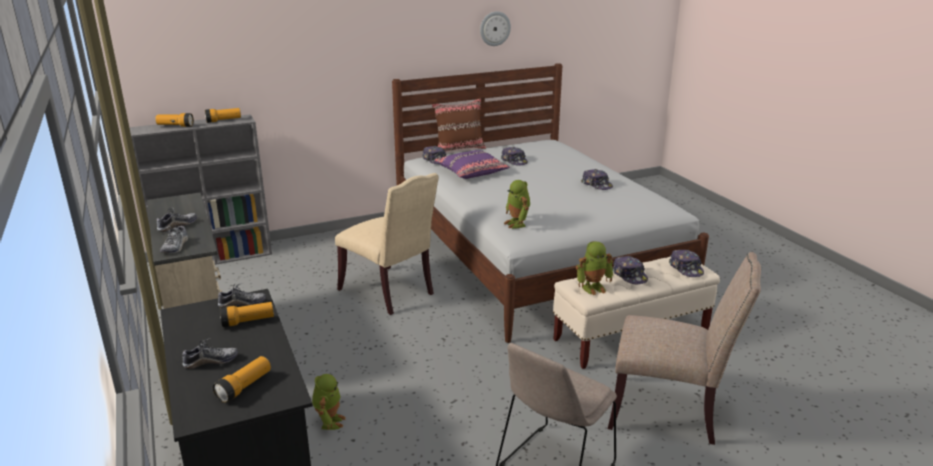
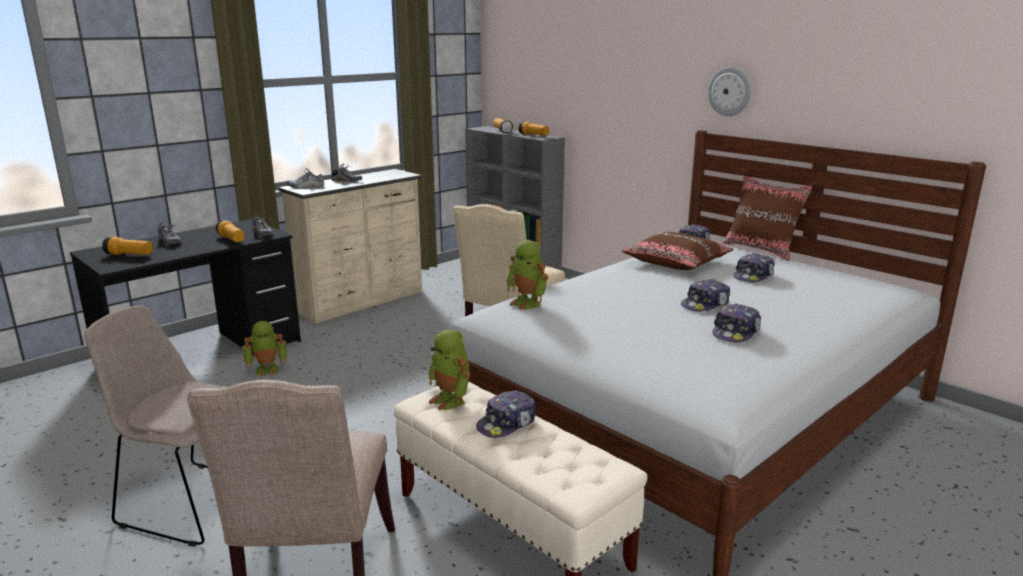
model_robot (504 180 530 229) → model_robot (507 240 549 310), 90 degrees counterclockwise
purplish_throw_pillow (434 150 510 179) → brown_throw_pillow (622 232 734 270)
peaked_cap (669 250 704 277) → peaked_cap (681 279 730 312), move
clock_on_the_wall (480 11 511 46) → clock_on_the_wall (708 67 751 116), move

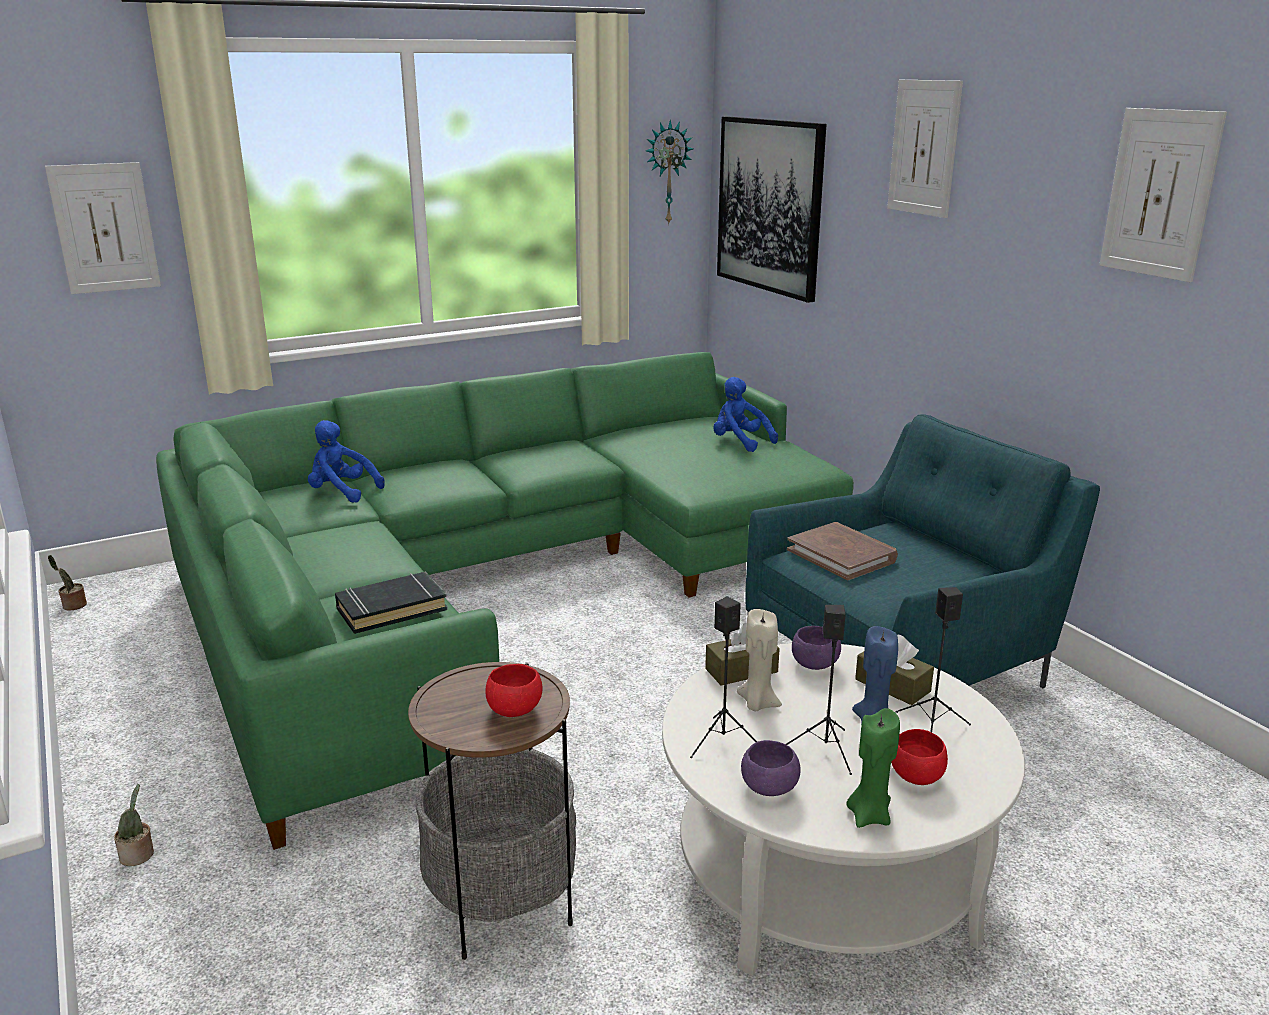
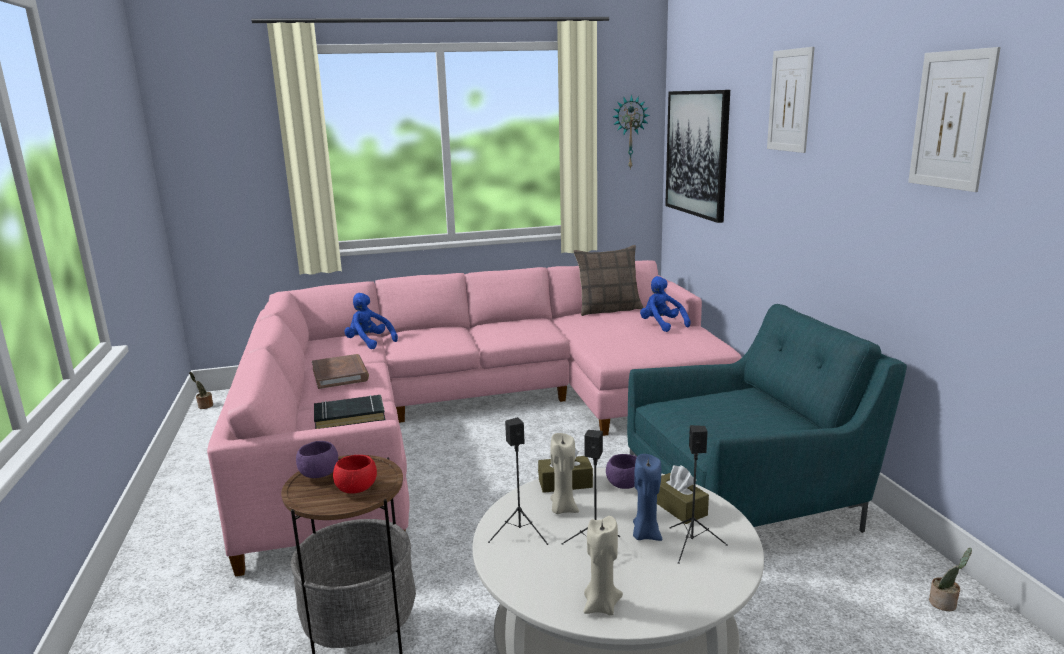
greenish_settee (156 352 854 850) → pinkish_settee (207 260 741 577)
purplish_deep_dish (741 740 801 796) → purplish_deep_dish (296 441 338 478), move
brown_bound_book (787 522 898 580) → brown_bound_book (312 354 369 389), move
- → throw_pillow (574 245 643 316)
greenish_wax_light (846 708 900 828) → sand-coloured_wax_light (583 516 623 616)
plant_in_a_pot (114 784 154 866) → plant_in_a_pot (929 548 972 611), move
wall_art (45 162 161 294) → -
red-coloured_deep_dish (891 729 948 785) → -

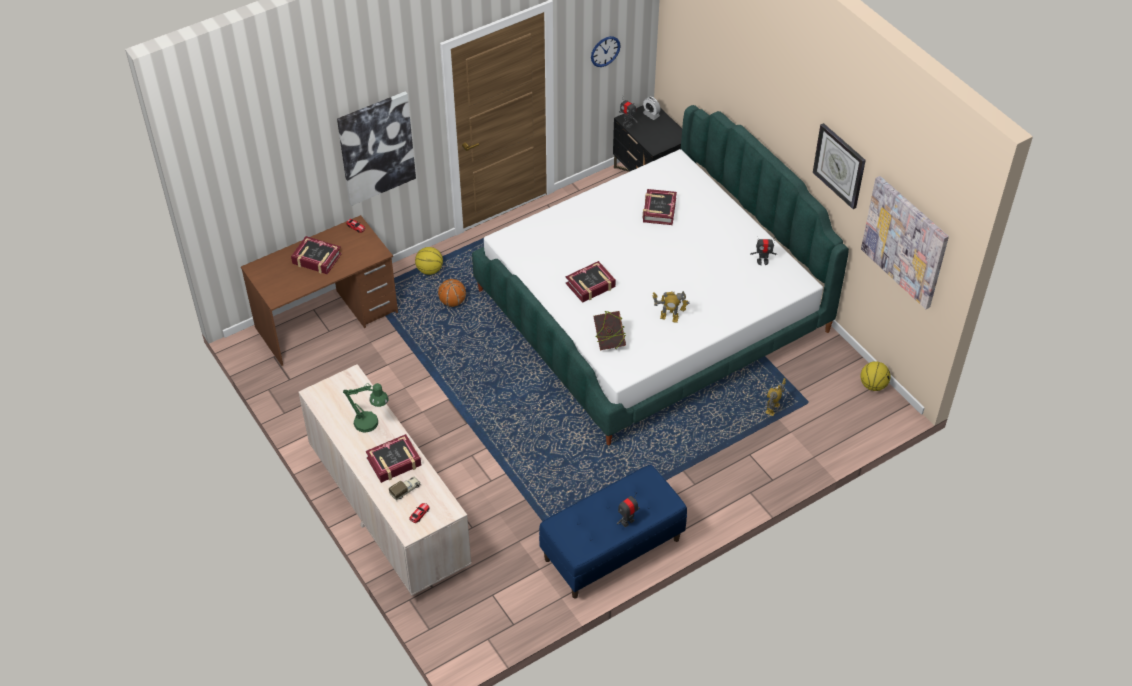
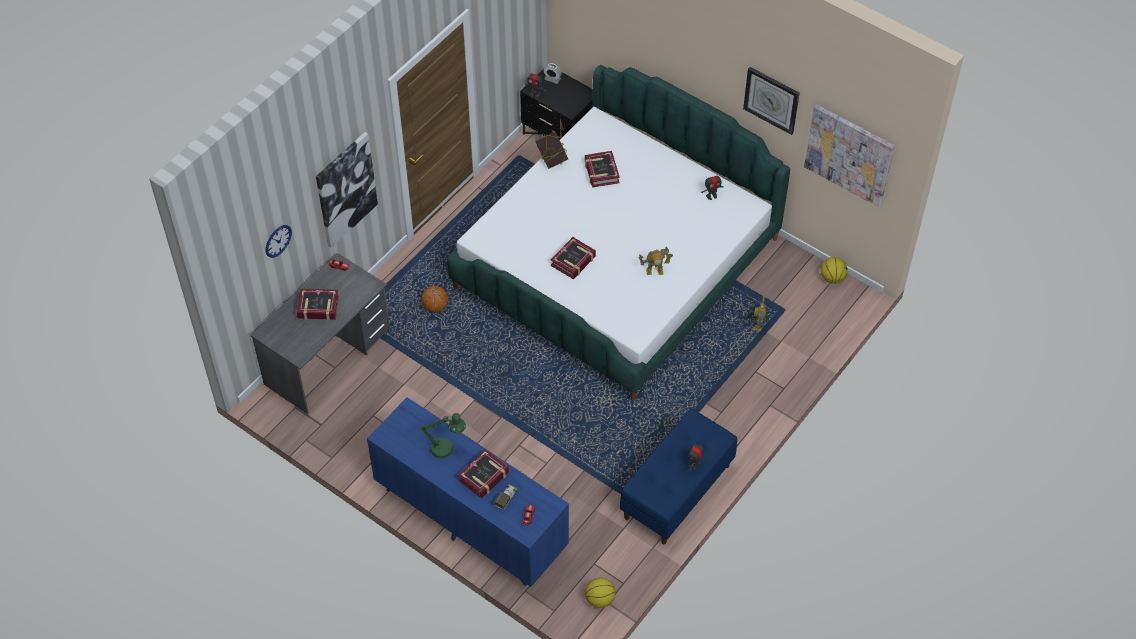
brown_desk (241 215 398 366) → grey_desk (251 253 391 414)
clock_on_the_wall (591 36 621 67) → clock_on_the_wall (265 225 292 258), move
sand-coloured_drawer_chest (299 364 471 596) → blue-coloured_drawer_chest (367 397 569 587)
bound_book (593 311 626 350) → bound_book (535 132 568 169), move
basketball (415 247 443 275) → basketball (585 578 615 608), move

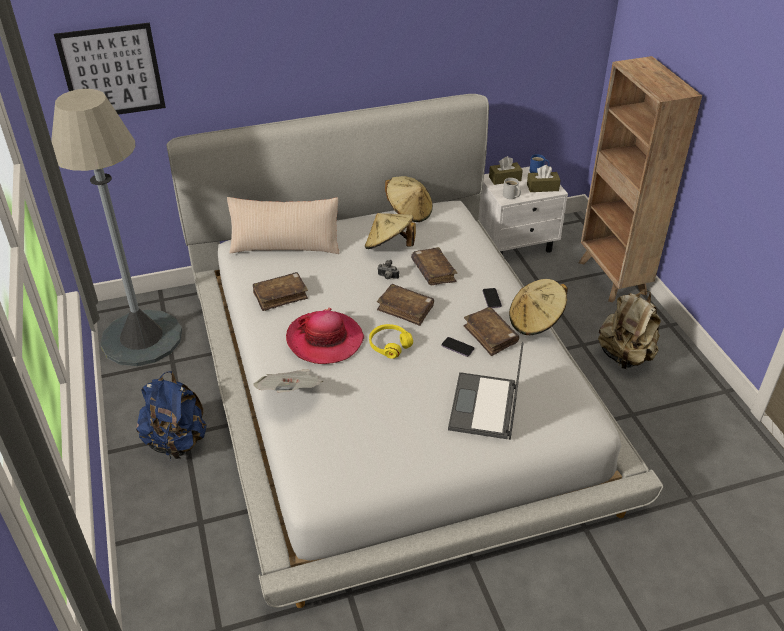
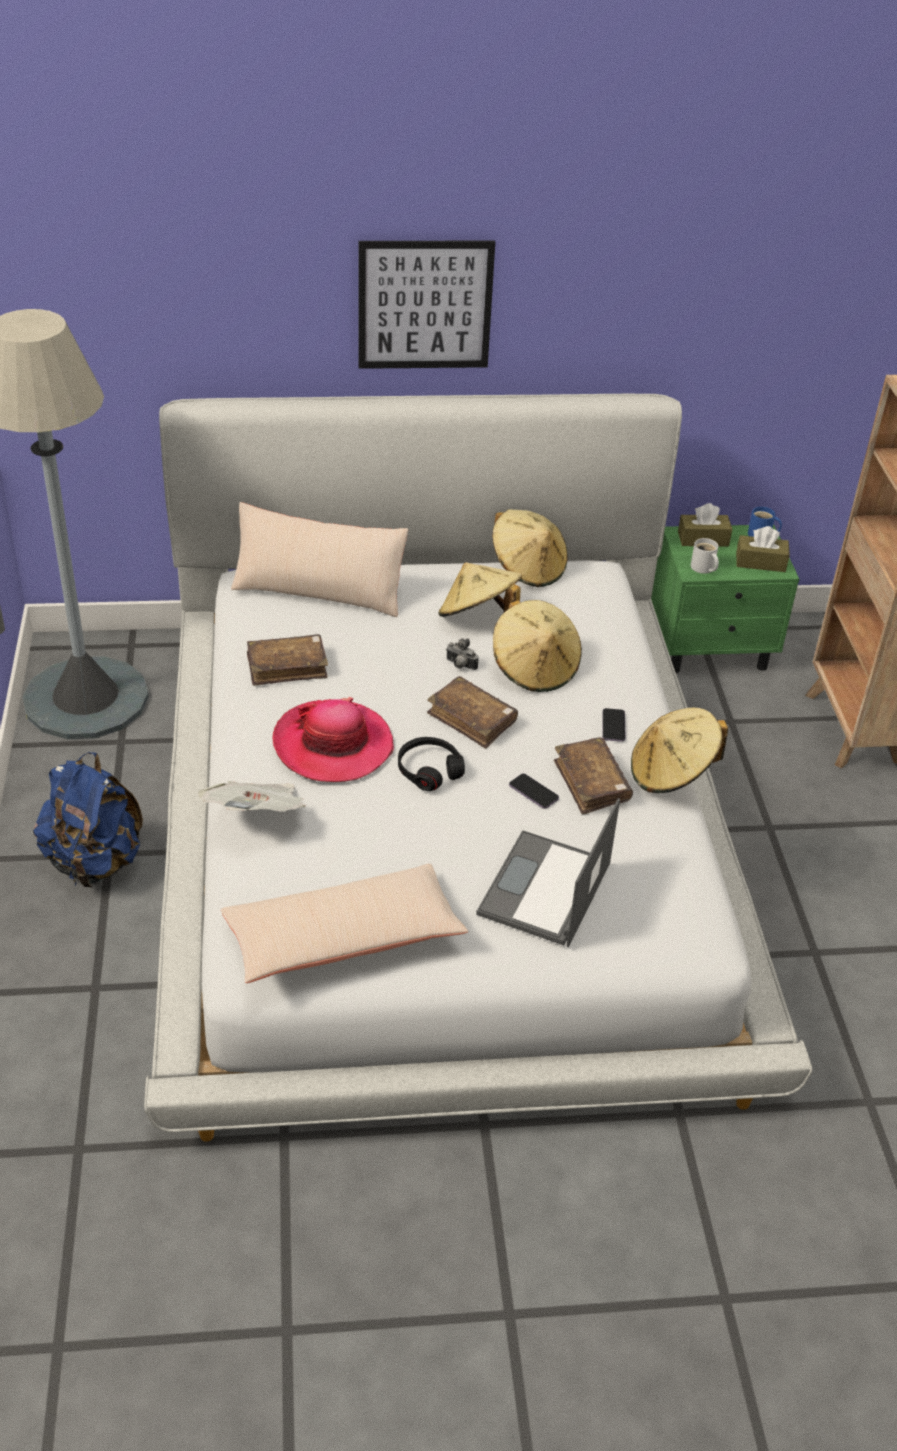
- → sand-coloured_throw_pillow (221 864 468 983)
wall_art (54 23 166 115) → wall_art (358 241 495 369), move
yellow-coloured_pair_of_headphones (369 324 413 359) → blackish_pair_of_headphones (398 737 465 791)
brown_bound_book (411 247 457 285) → sand-coloured_hat (493 600 582 692)
white-coloured_night_table (479 166 568 255) → greenish_night_table (651 524 799 673)
sand-coloured_rucksack (598 291 661 369) → -

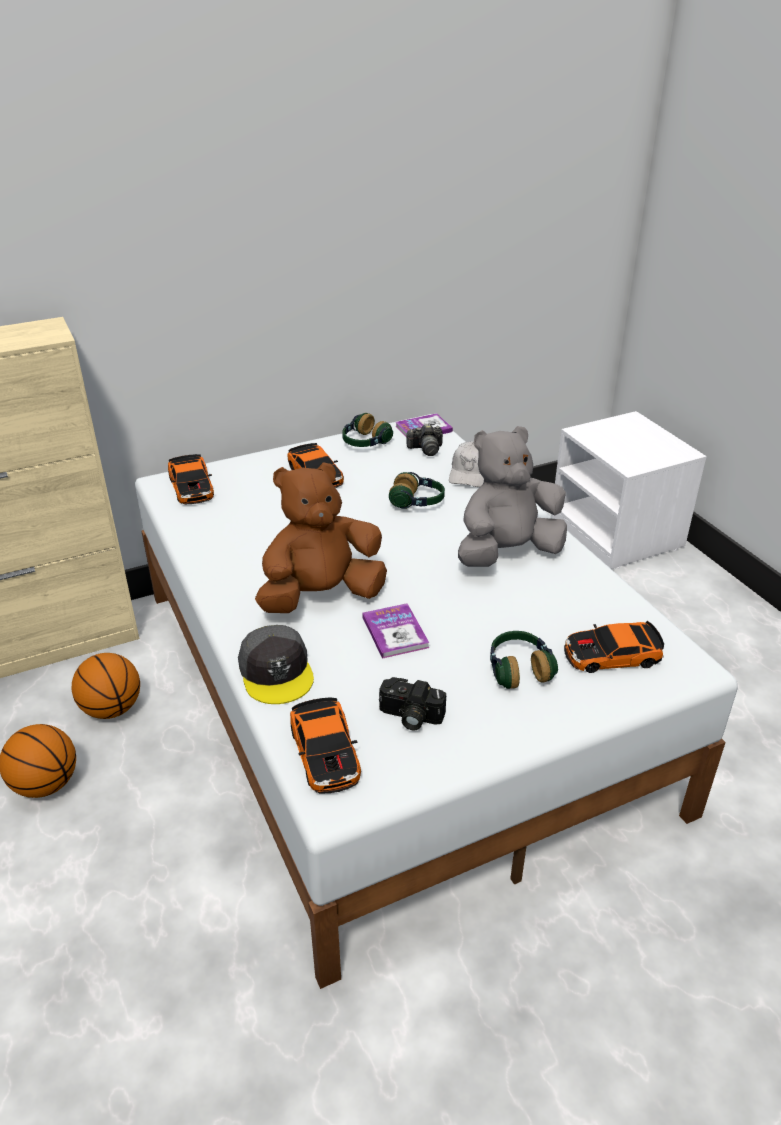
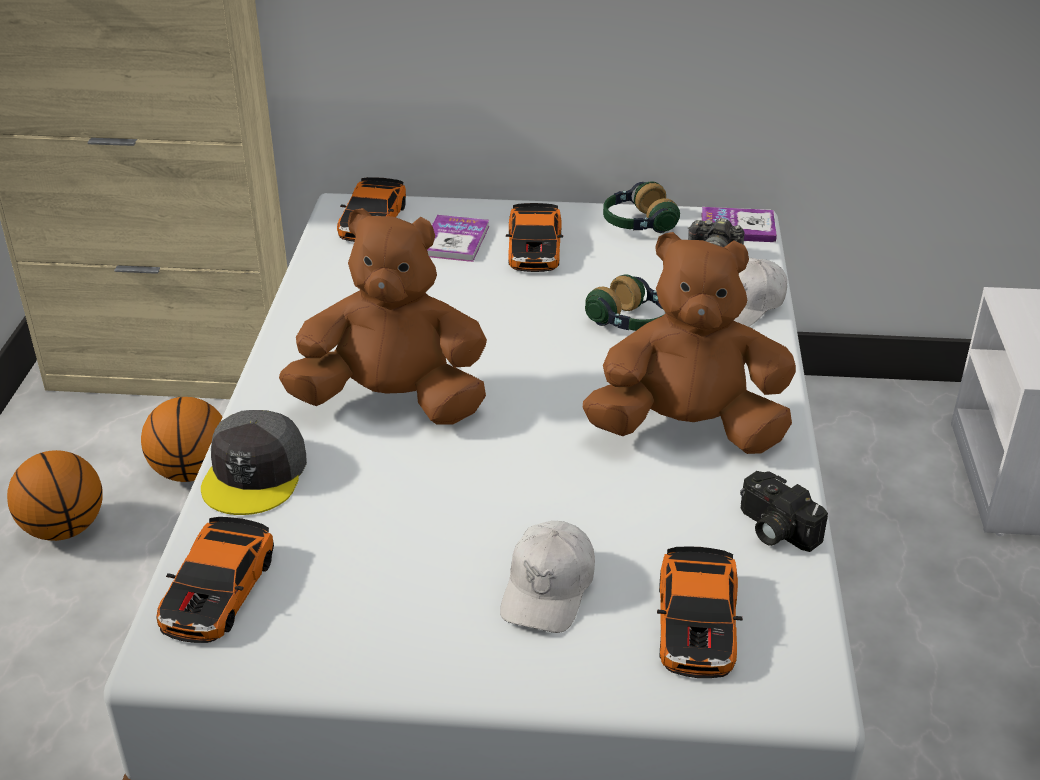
bound_book (362 603 429 659) → bound_book (427 215 489 262), move
pair_of_headphones (490 631 558 689) → white-coloured_peaked_cap (500 521 595 633)
grey_plush_toy (458 426 567 567) → brown_plush_toy (583 232 796 454)
toy_car (564 621 664 673) → toy_car (657 546 743 678), 105 degrees counterclockwise
still_camera (379 677 446 731) → still_camera (740 471 828 552), move

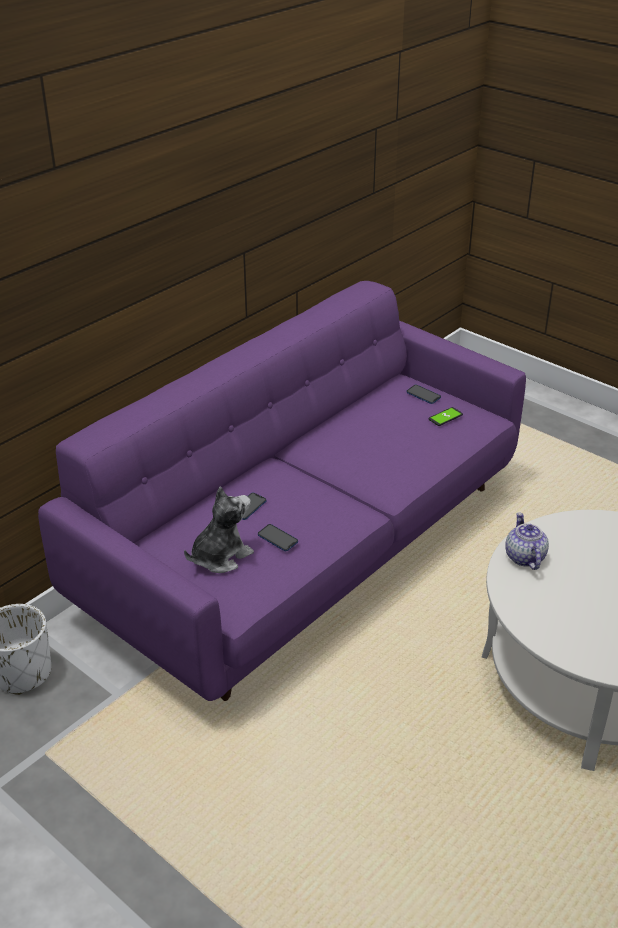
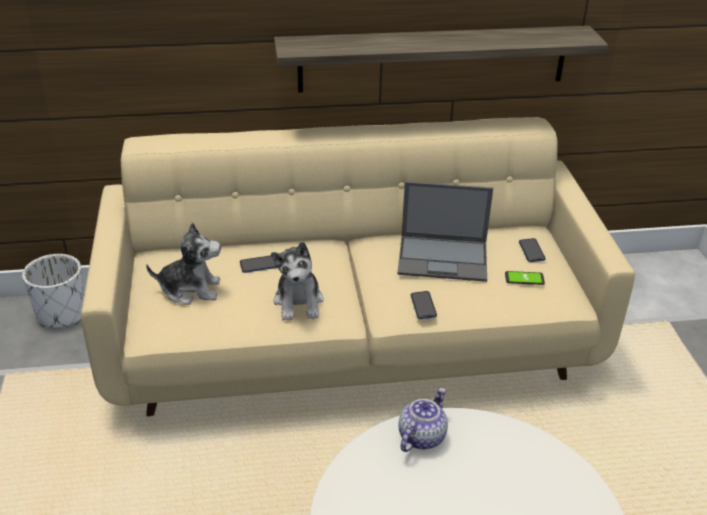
purplish_settee (38 281 526 701) → sand-coloured_settee (81 117 635 416)
- → plush_toy (271 242 324 320)
- → wall_shelf (274 26 608 93)
- → notebook_computer (397 181 493 282)
handset (258 524 298 551) → handset (411 291 437 319), move

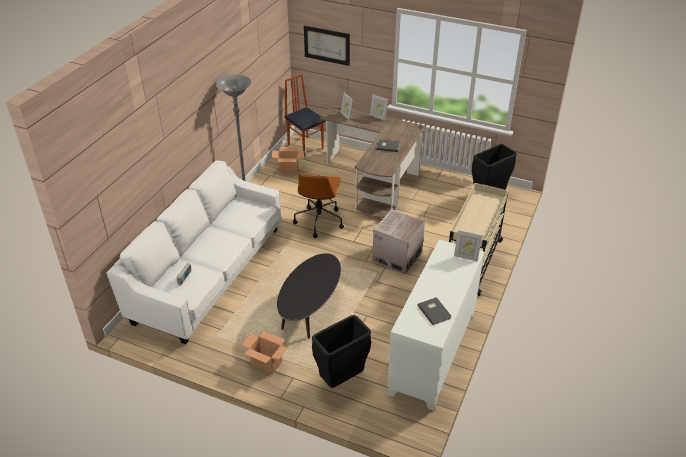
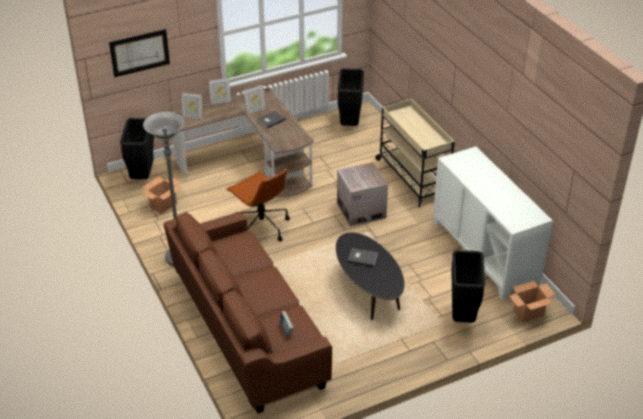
plain_chair (284 74 326 157) → blackish_trash_can (120 118 154 179)
white-coloured_settee (106 160 281 344) → brown_settee (163 212 332 413)
photo_frame (454 230 482 262) → photo_frame (244 85 265 114), move
grey_bound_book (418 297 451 325) → grey_bound_book (348 248 378 267), move
carton (242 331 288 374) → carton (509 281 555 323), move

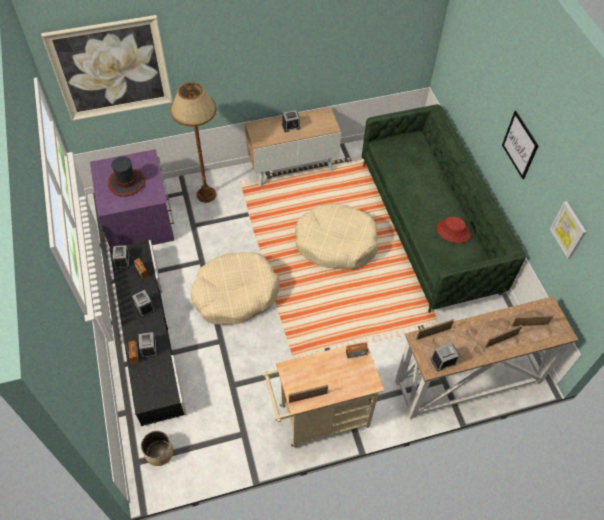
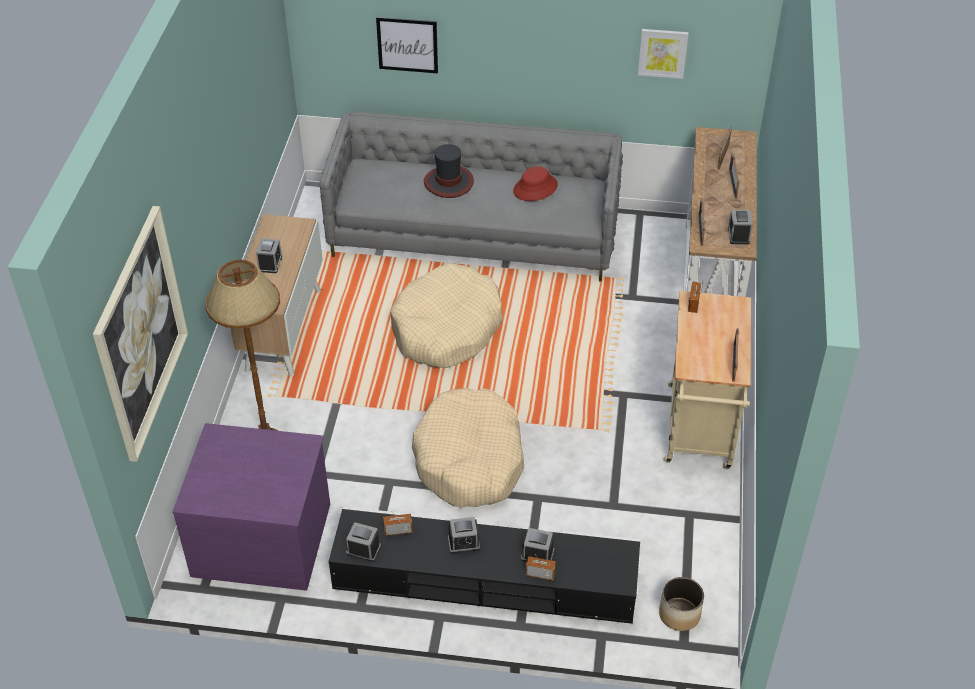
greenish_settee (362 104 526 313) → grey_settee (320 112 623 282)
wall_art (502 111 539 179) → wall_art (376 17 438 73), move
hat (108 157 145 197) → hat (424 144 474 198), move

